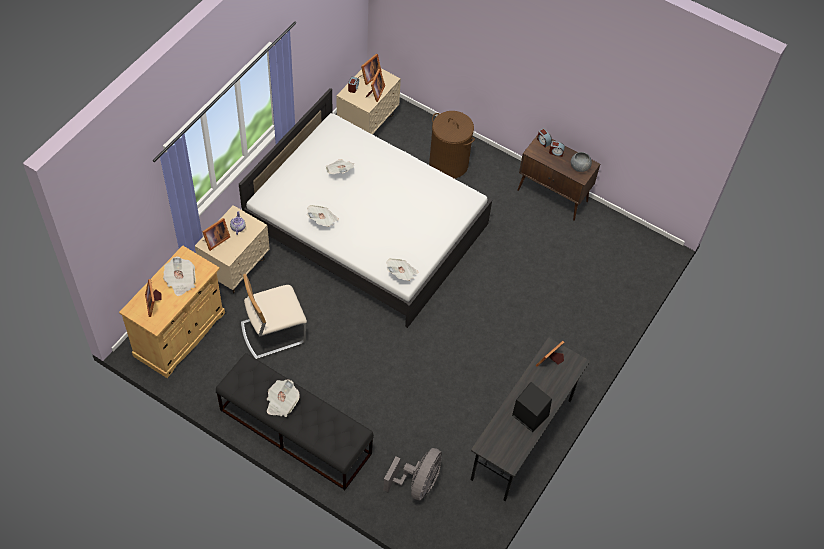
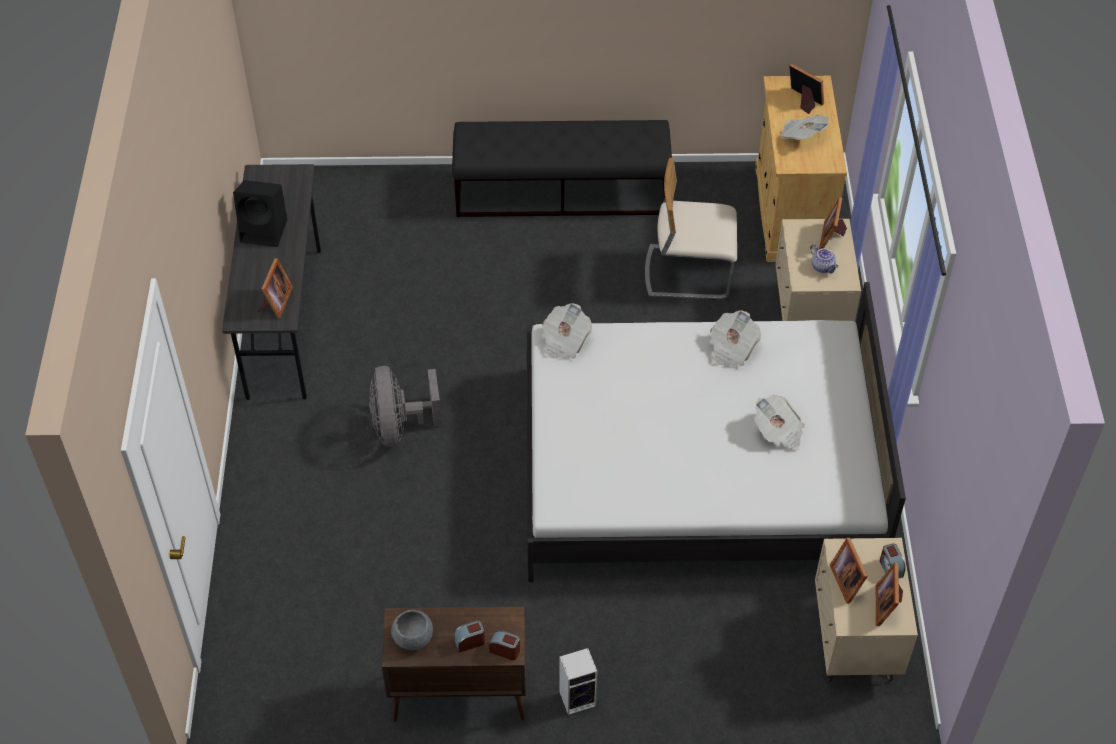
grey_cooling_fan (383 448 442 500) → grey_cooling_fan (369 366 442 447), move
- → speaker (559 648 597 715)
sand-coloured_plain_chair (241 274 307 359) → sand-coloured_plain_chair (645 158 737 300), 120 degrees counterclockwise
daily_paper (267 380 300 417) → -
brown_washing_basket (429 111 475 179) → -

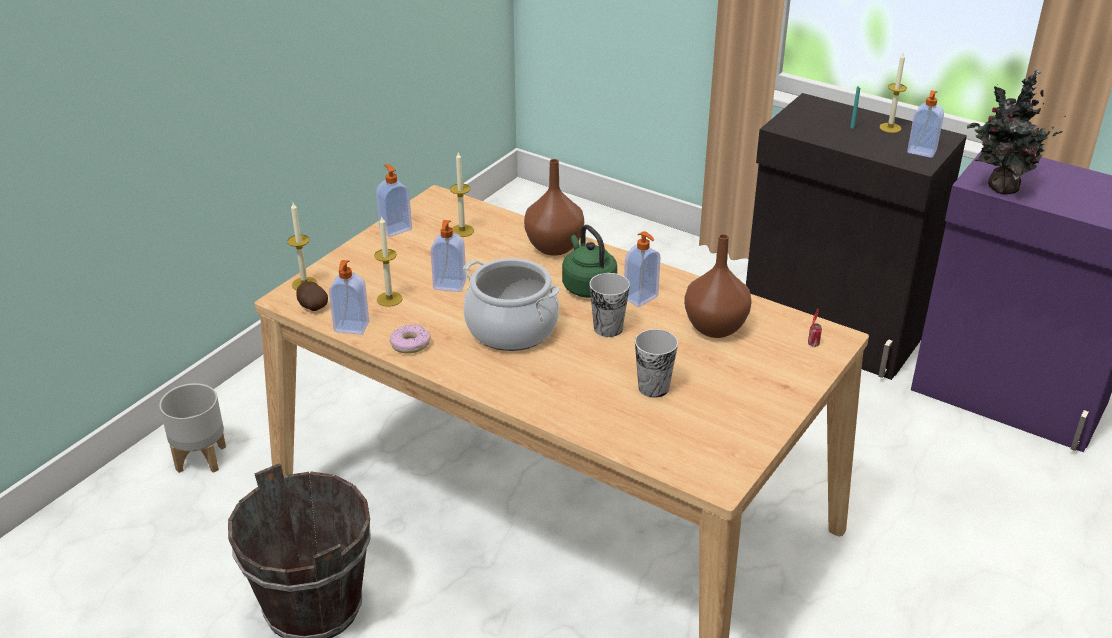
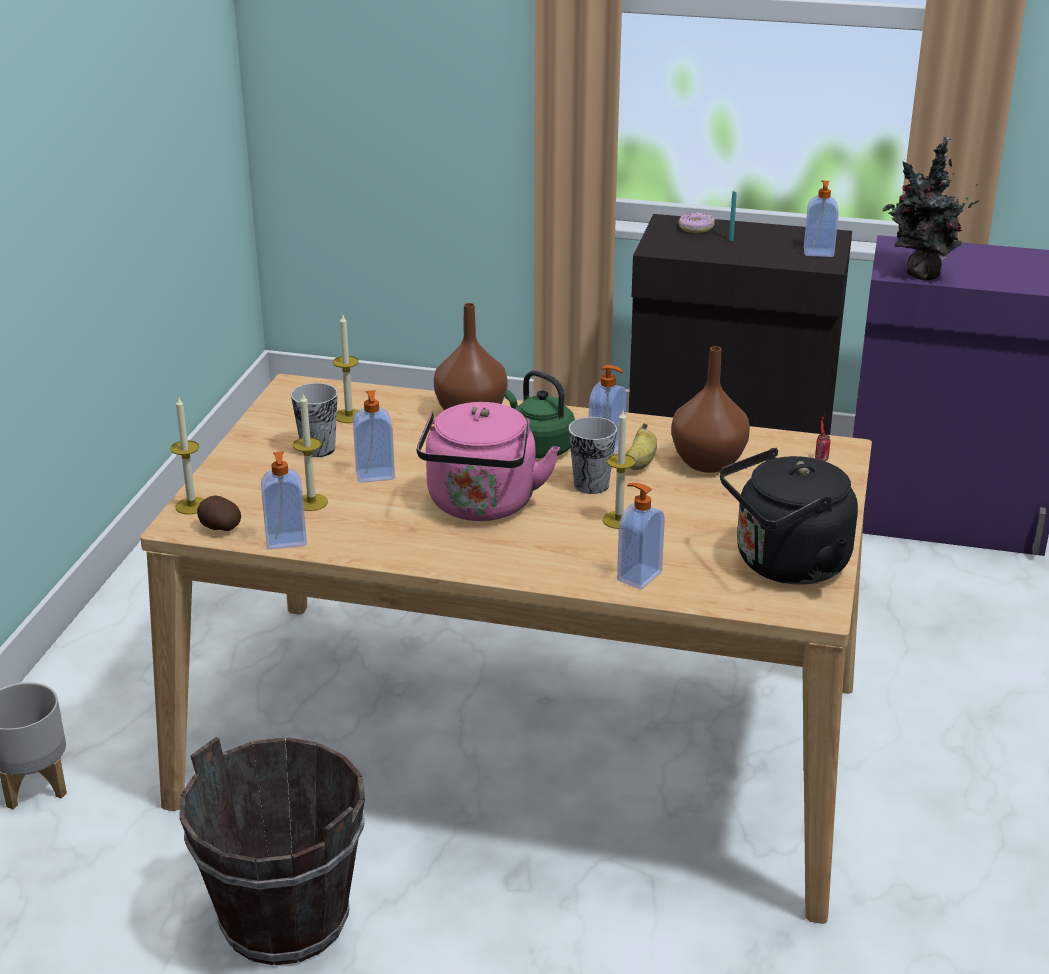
small_cup (635 329 678 398) → small_cup (291 383 338 457), move
saucepot (463 258 560 351) → pinkish_kettle (417 402 560 521)
wax_light (879 52 907 133) → wax_light (602 410 636 529), move
soap_dispenser (376 164 412 237) → soap_dispenser (617 483 665 589), move
- → whole_banana (626 423 657 470)
donut (390 325 431 354) → donut (679 212 715 233), move
- → blackish_kettle (720 448 858 585)

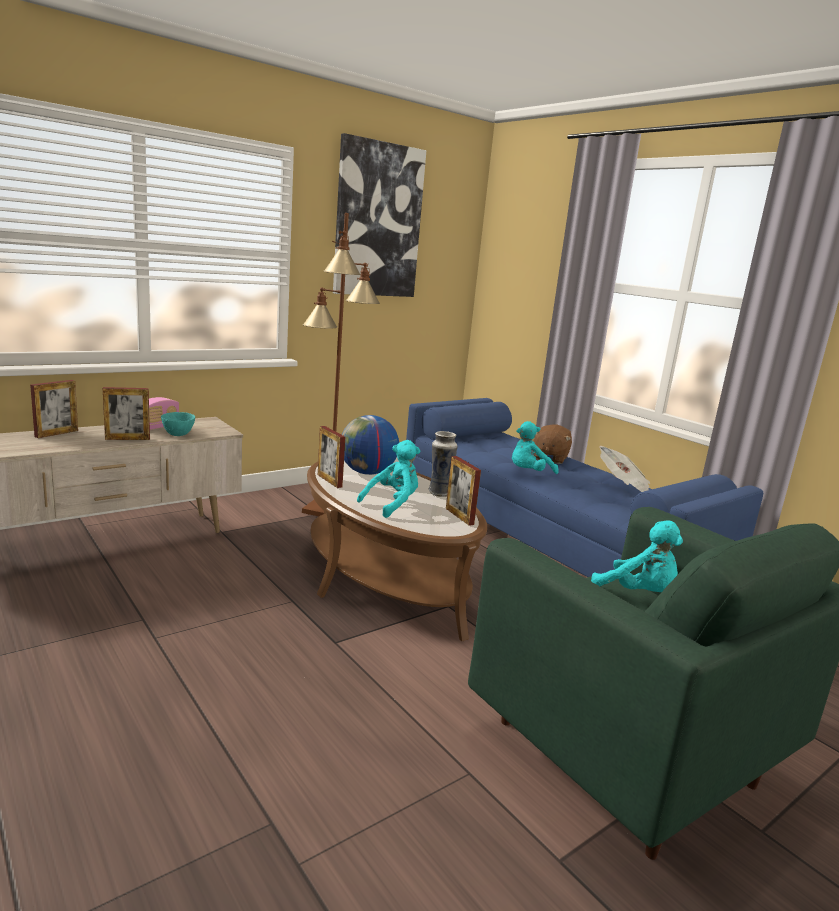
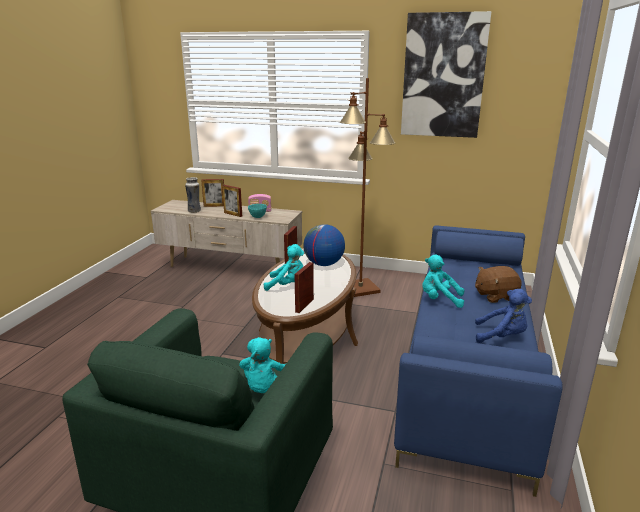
vase (429 431 457 497) → vase (185 177 201 213), move
daily_paper (600 446 650 492) → blue-coloured_plush_toy (475 289 532 343)

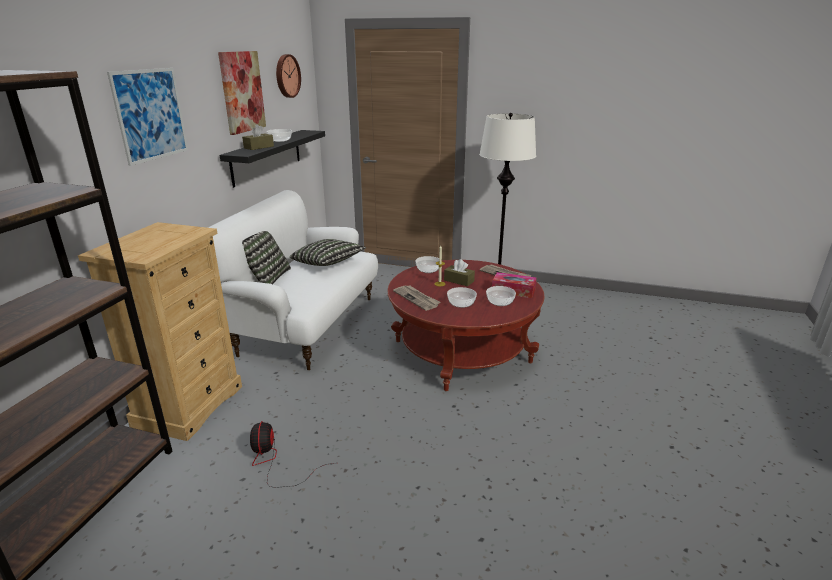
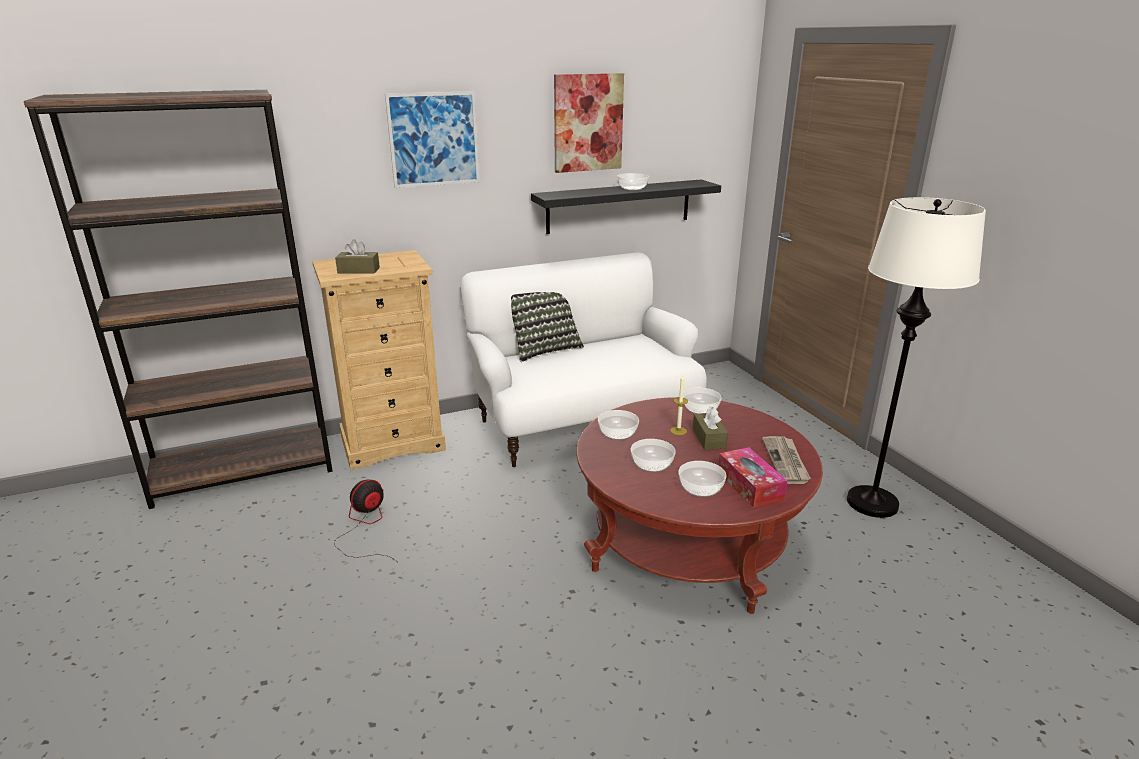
brown_tissue_box (242 124 274 150) → brown_tissue_box (335 239 380 274), move
daily_paper (393 286 440 311) → deep_dish (598 410 639 440)
clock_on_the_wall (276 54 301 98) → -
throw_pillow (290 239 366 266) → -

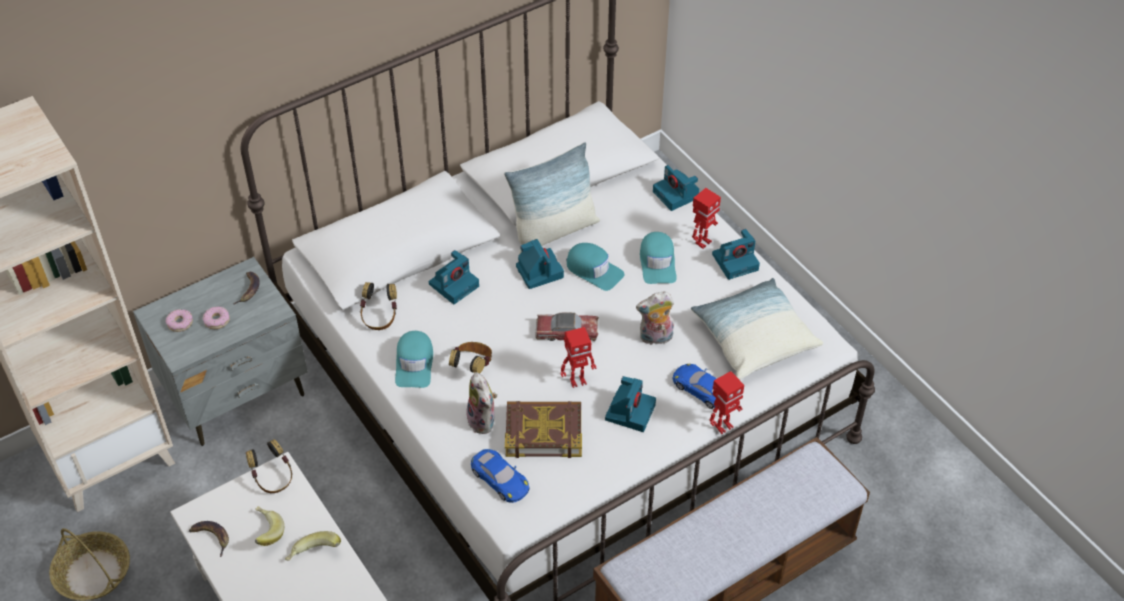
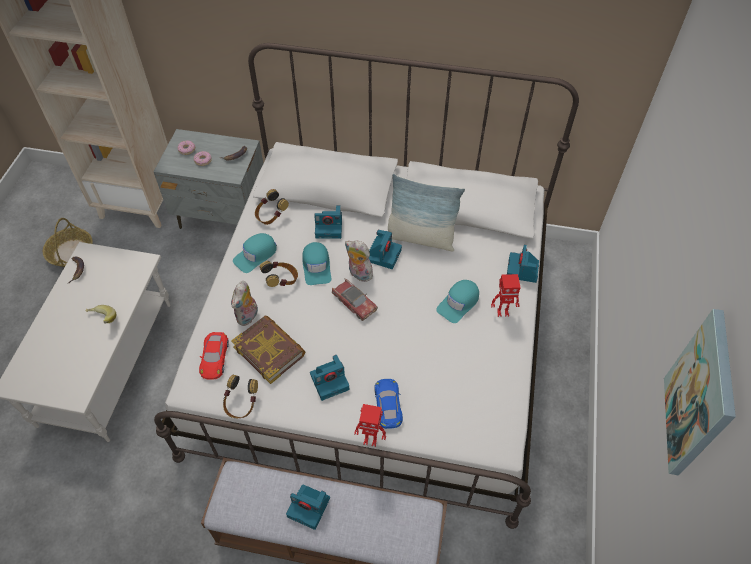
blue-coloured_toy_car (471 449 529 503) → red-coloured_toy_car (199 332 229 380)
pair_of_headphones (246 439 292 493) → pair_of_headphones (223 375 258 418), move
still_camera (712 229 760 280) → still_camera (286 484 330 530), move
blue-green_peaked_cap (566 243 625 291) → blue-green_peaked_cap (302 242 331 285), move
plush_toy (636 291 674 345) → plush_toy (345 240 373 282), move
- → wall_art (664 309 736 476)
whole_banana (255 506 284 546) → -
model_robot (561 327 596 388) → -
throw_pillow (691 278 823 380) → -

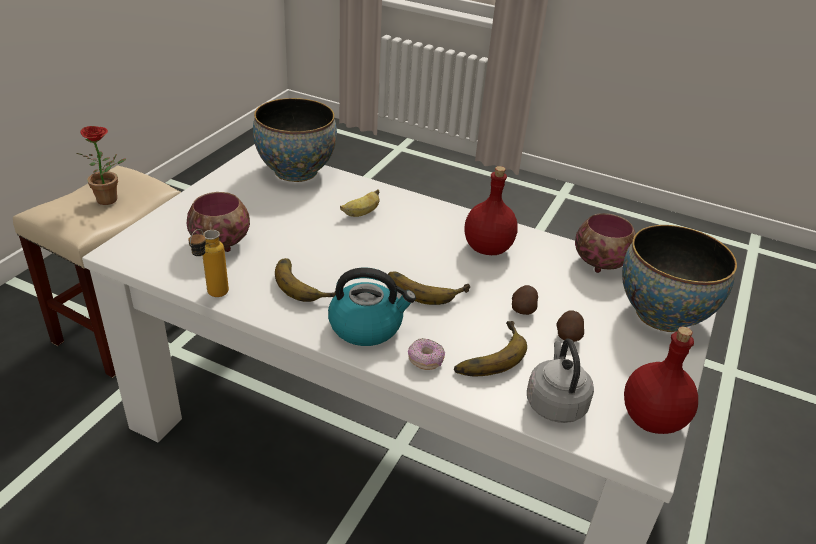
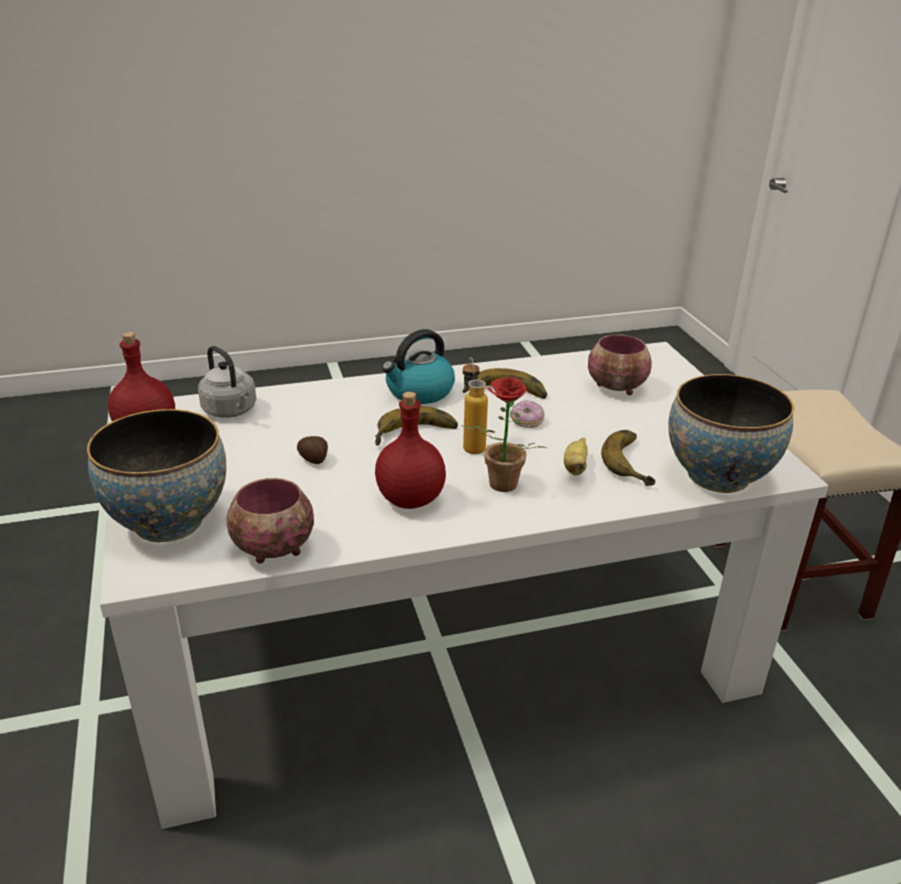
plant_in_a_pot (77 126 126 205) → plant_in_a_pot (461 377 547 492), move
bottle (188 229 229 297) → bottle (463 357 488 454), move
donut (408 338 445 370) → donut (510 400 545 428), move
whole_banana (454 321 527 376) → whole_banana (601 430 655 486), move
whole_potato (557 310 584 342) → -

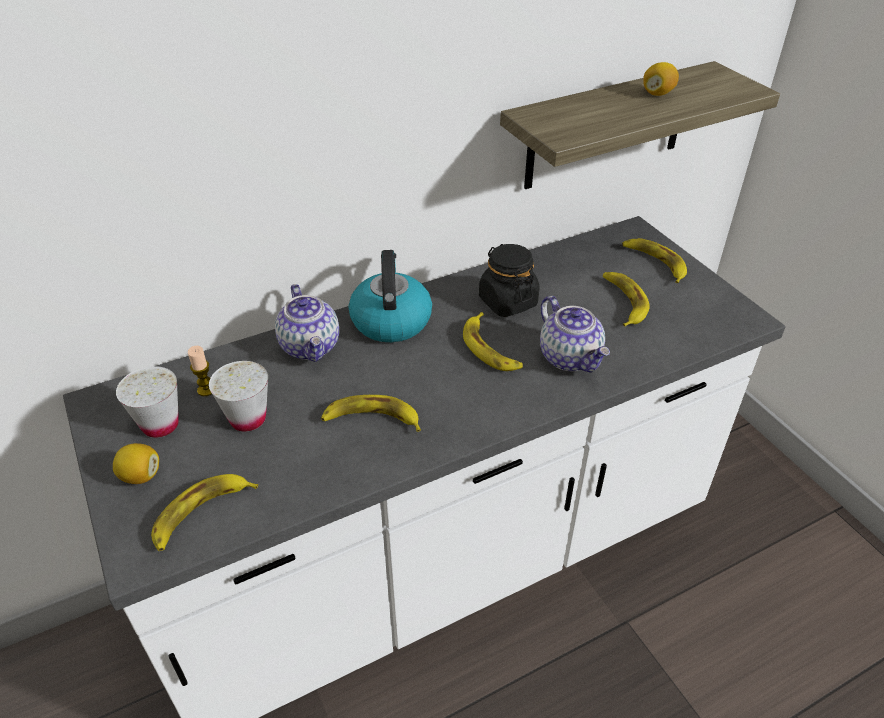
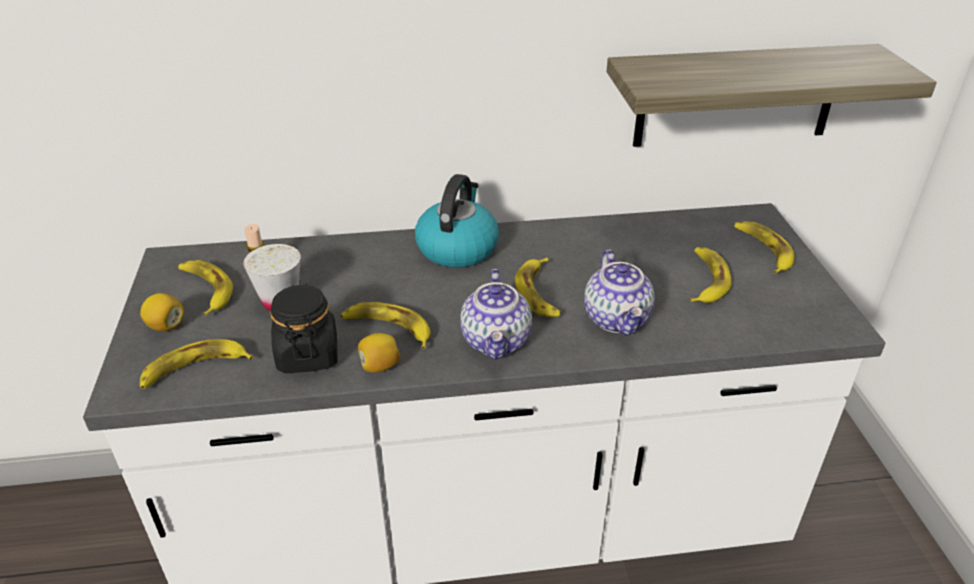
white-coloured_small_cup (116 366 179 438) → whole_banana (178 260 233 315)
blackish_jar (479 244 540 317) → blackish_jar (270 284 338 373), move
citrus_fruit (643 62 679 96) → citrus_fruit (358 333 401 373), move
teapot (275 284 339 362) → teapot (460 269 532 360), move

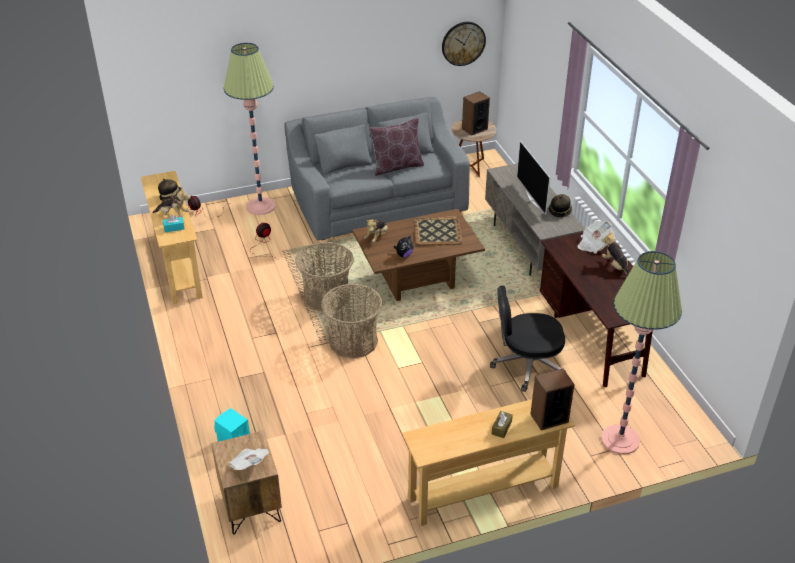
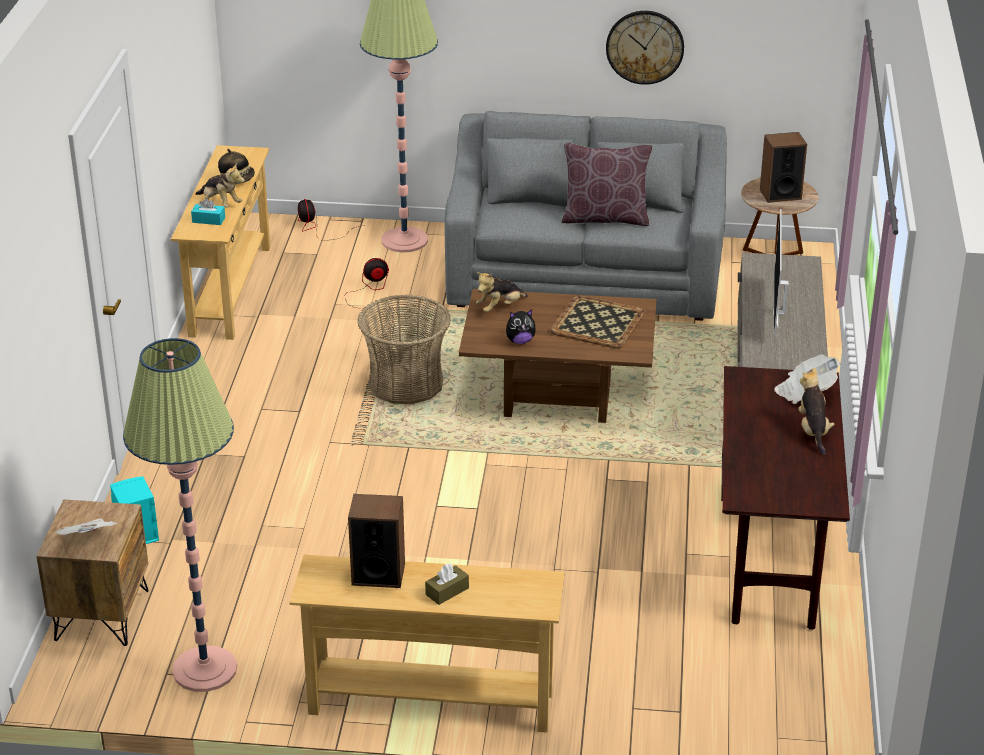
standing_lamp (601 251 682 454) → standing_lamp (123 338 237 692), move
speaker (531 368 575 430) → speaker (348 494 405 588), move
clock_on_the_wall (442 22 486 66) → clock_on_the_wall (606 11 684 85), move
household_basket (321 284 383 359) → -
blackish_office_chair (490 285 566 392) → -
hat (549 194 572 218) → -

